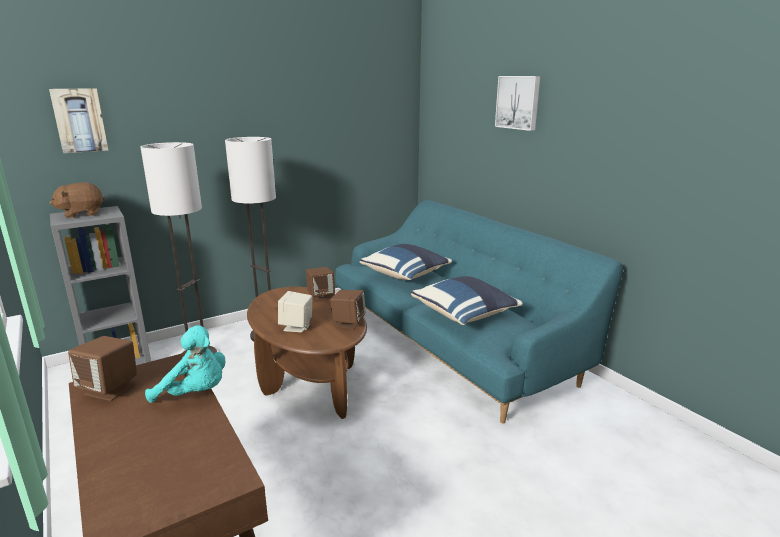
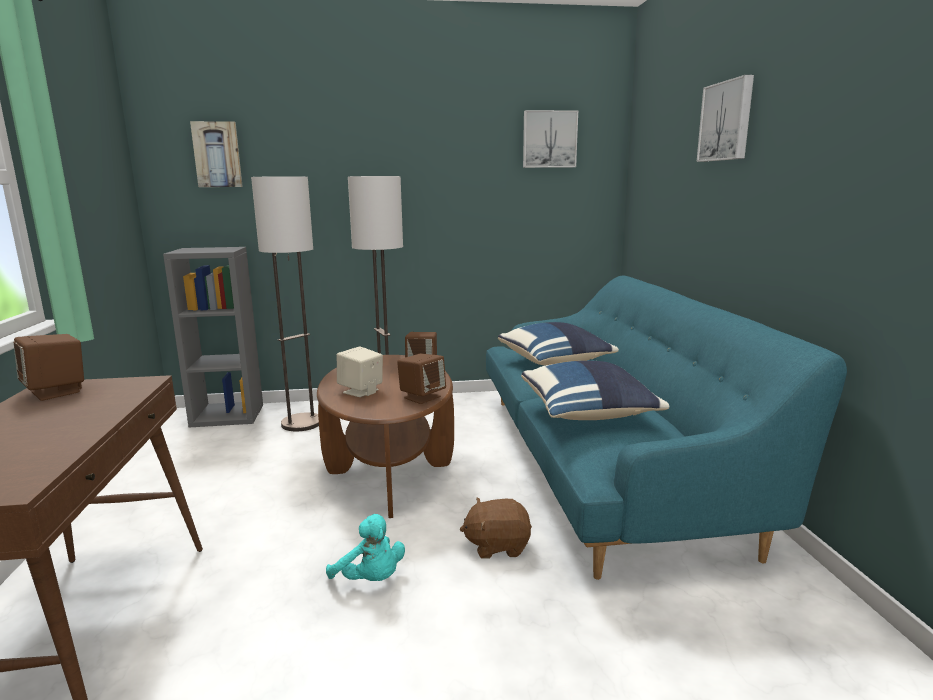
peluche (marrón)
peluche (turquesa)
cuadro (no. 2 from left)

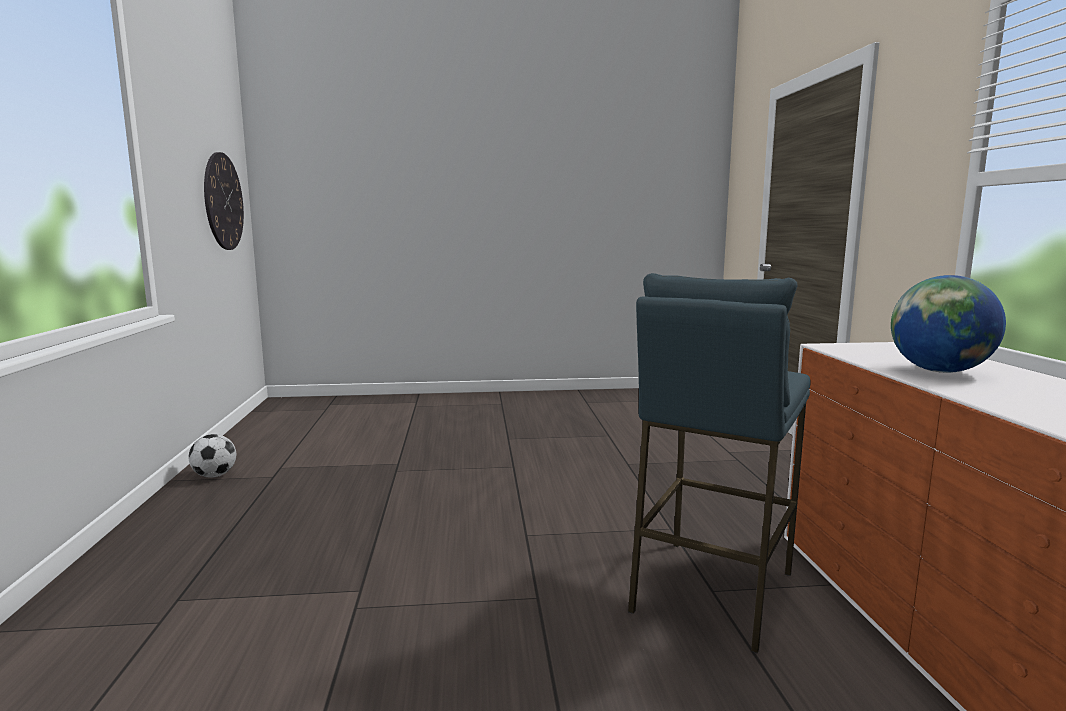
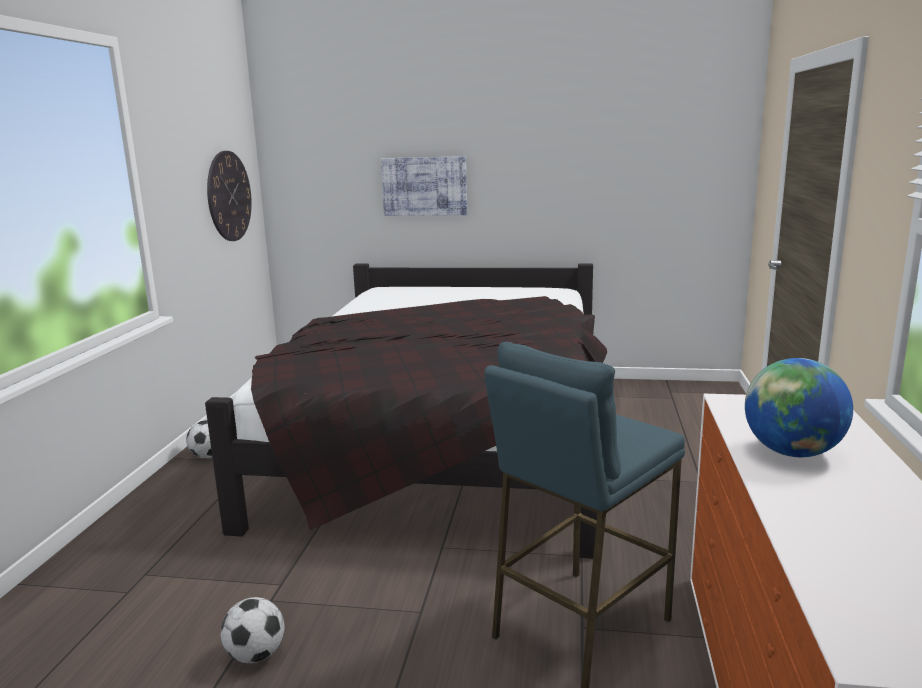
cama (negro)
balón de fútbol (no. 2 from left)
cuadro

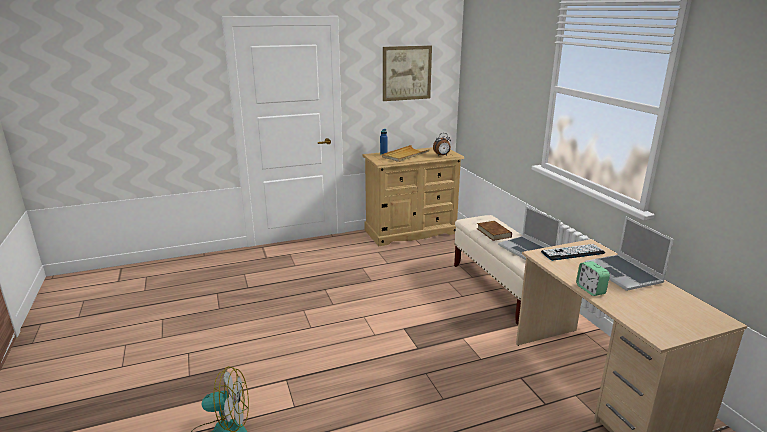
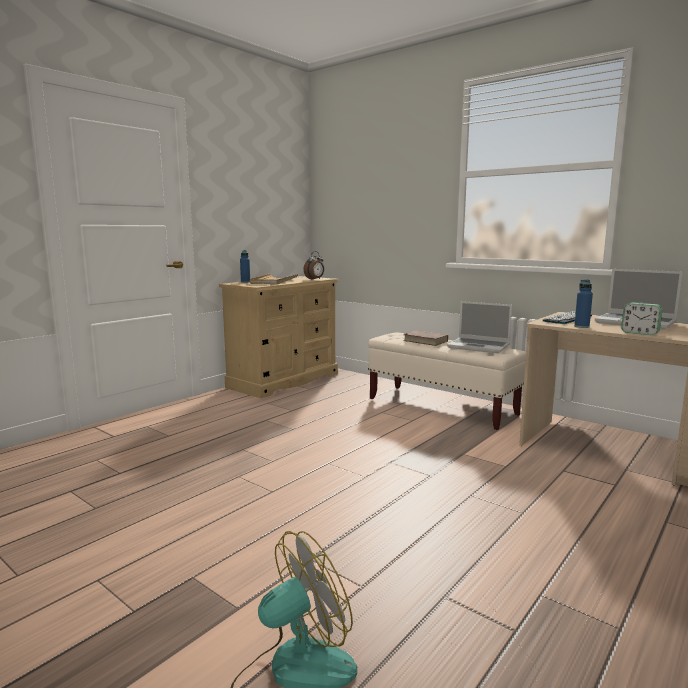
cuadro
botella (azul) (no. 2 from left)

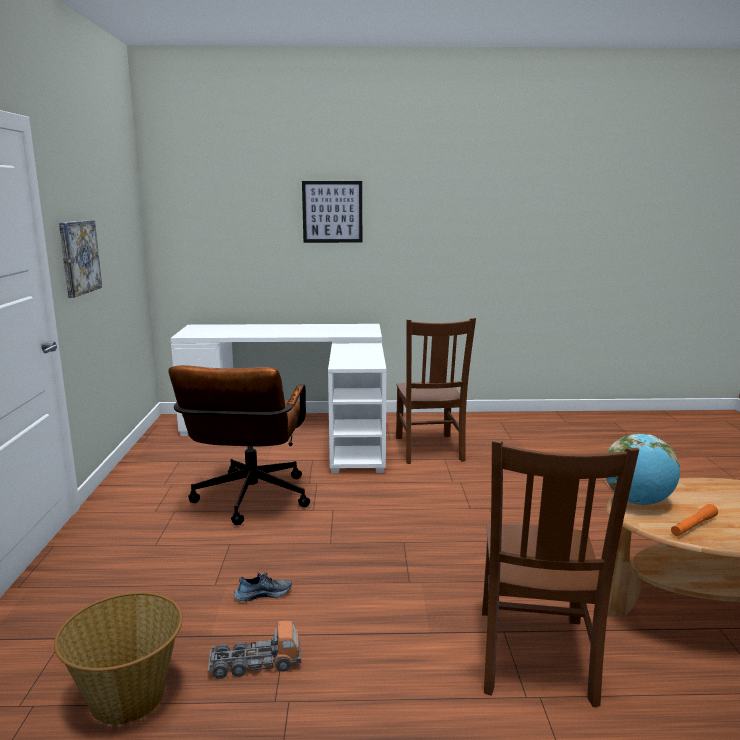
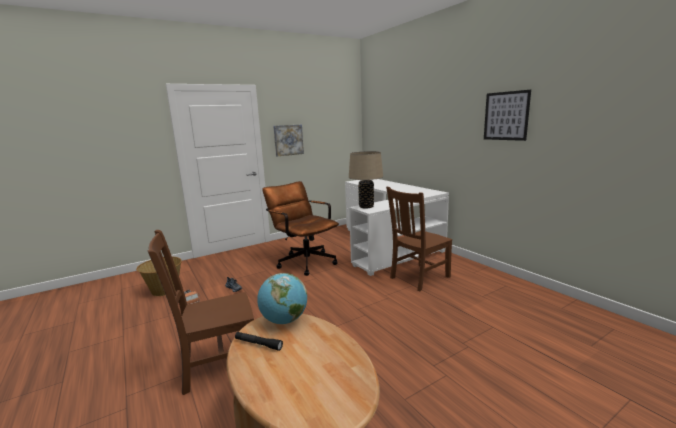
silla de oficina (marrón)
cuadro (no. 2 from left)
linterna (negro)
lámpara de mesa (beis)

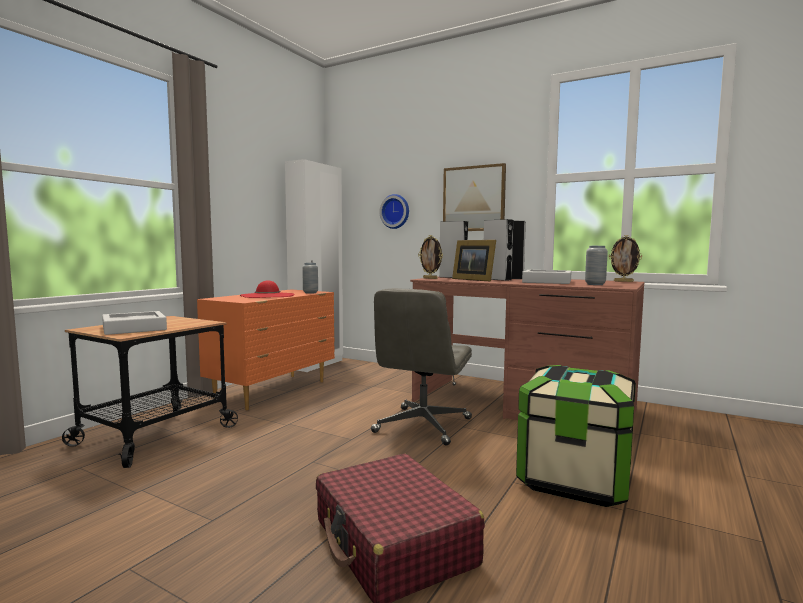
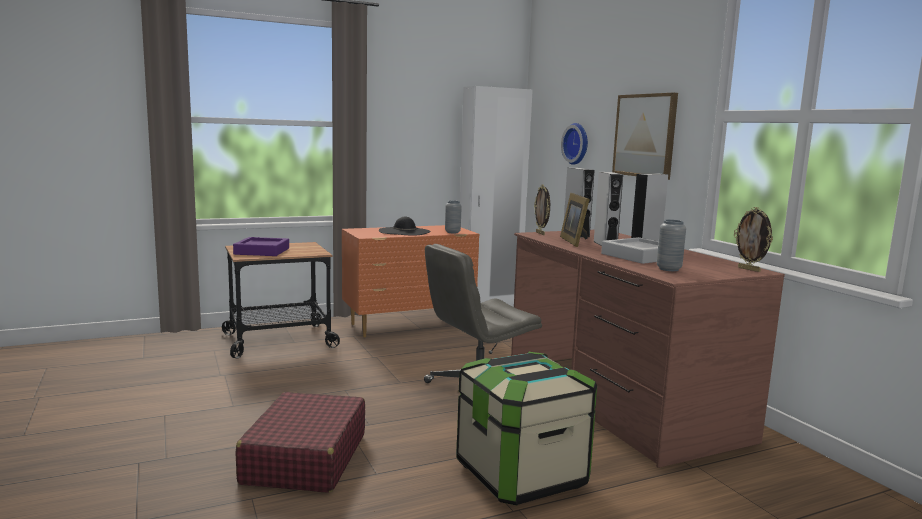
bandeja (morado)
sombrero (negro)

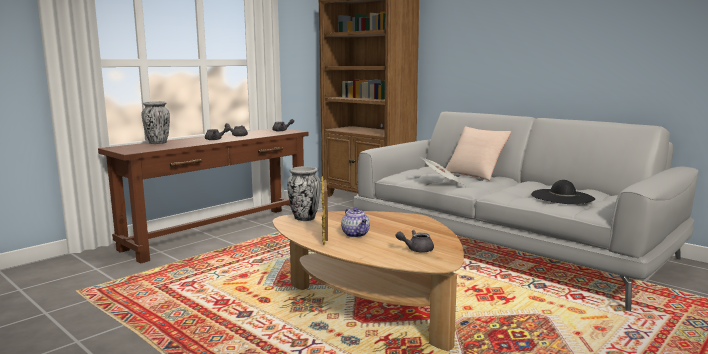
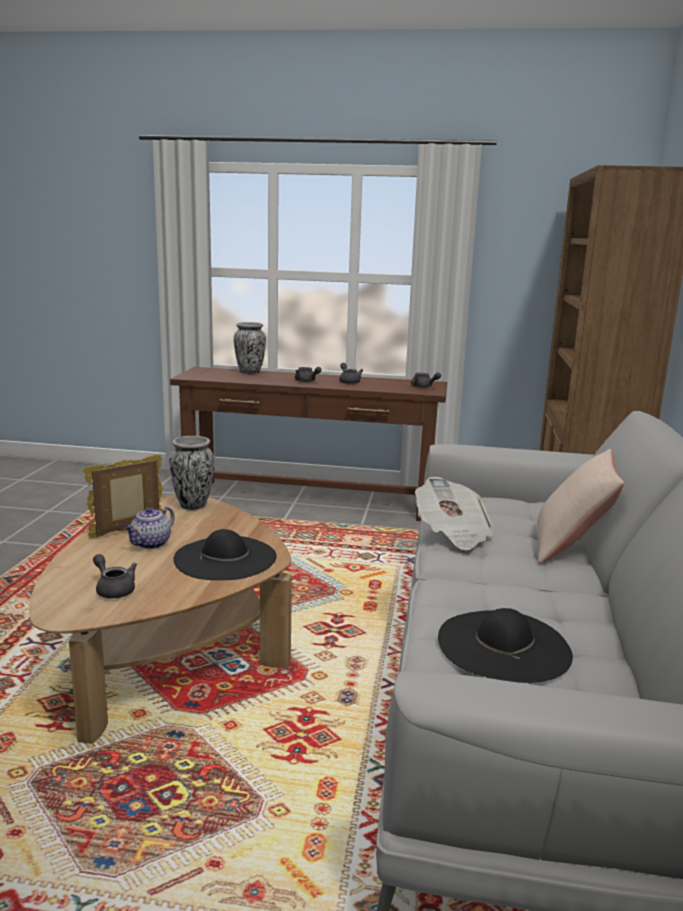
sombrero (negro) (no. 1 from left)

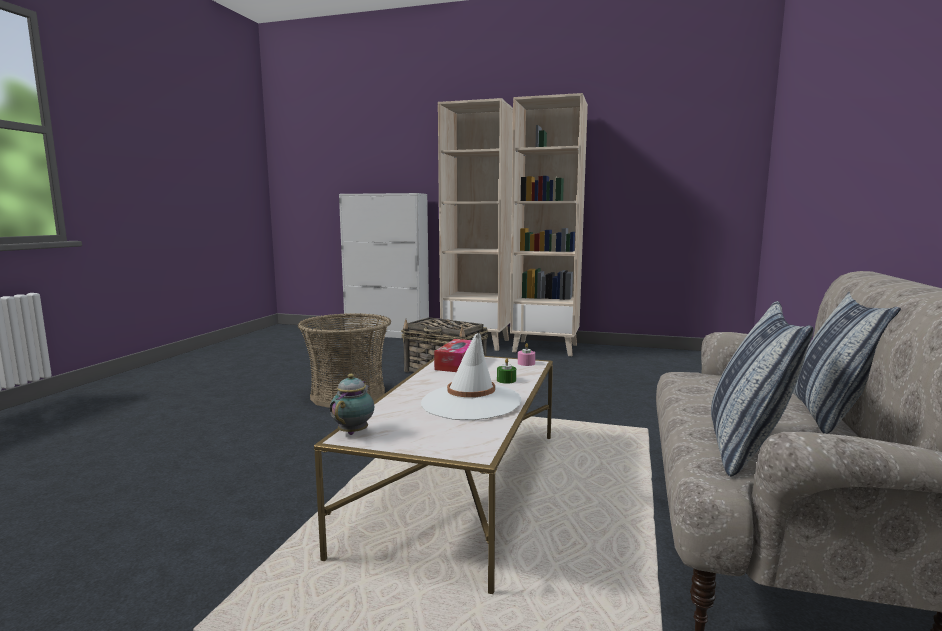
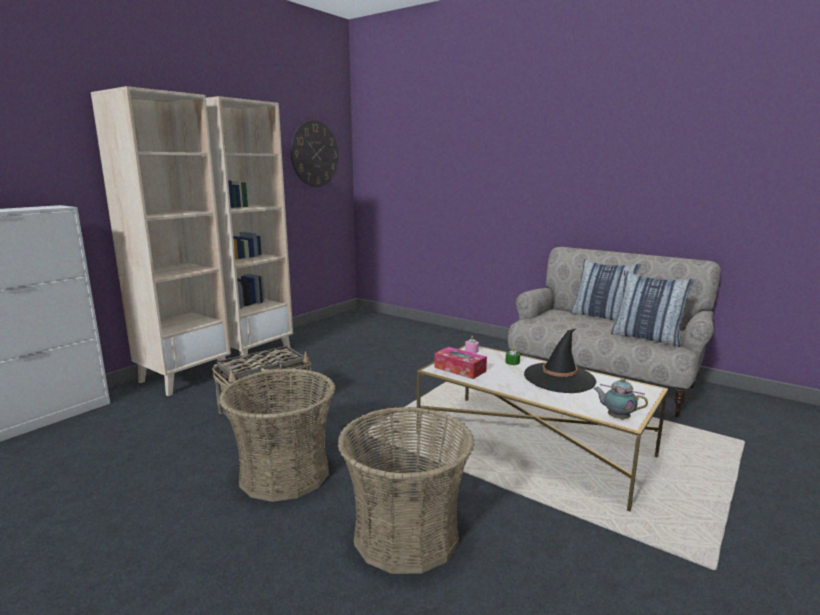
sombrero (negro)
reloj de pared
cesta (no. 3 from left)

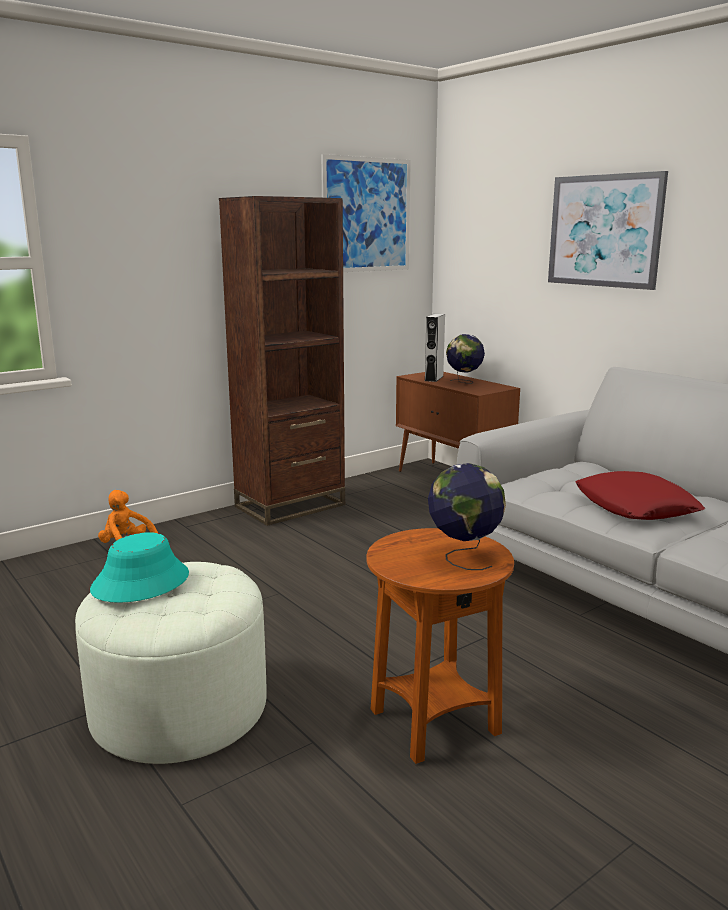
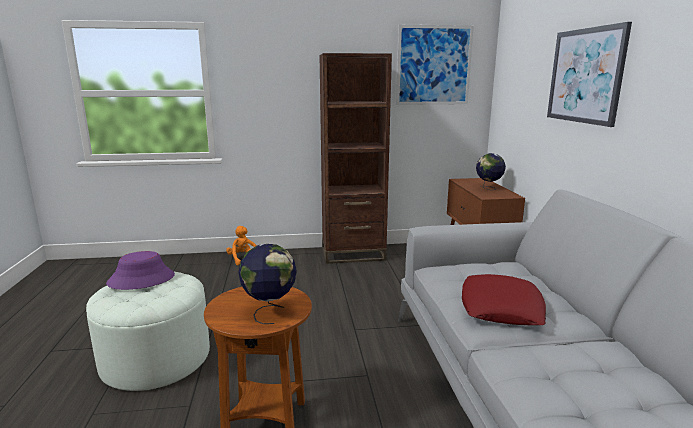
sombrero (morado)
altavoz (gris)

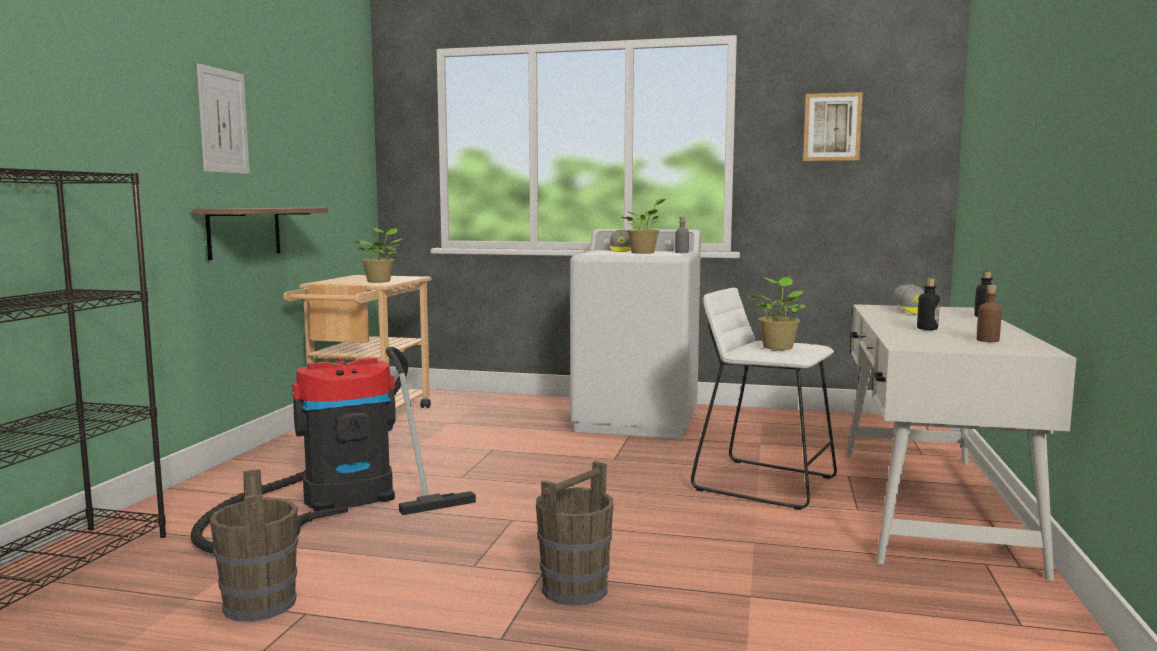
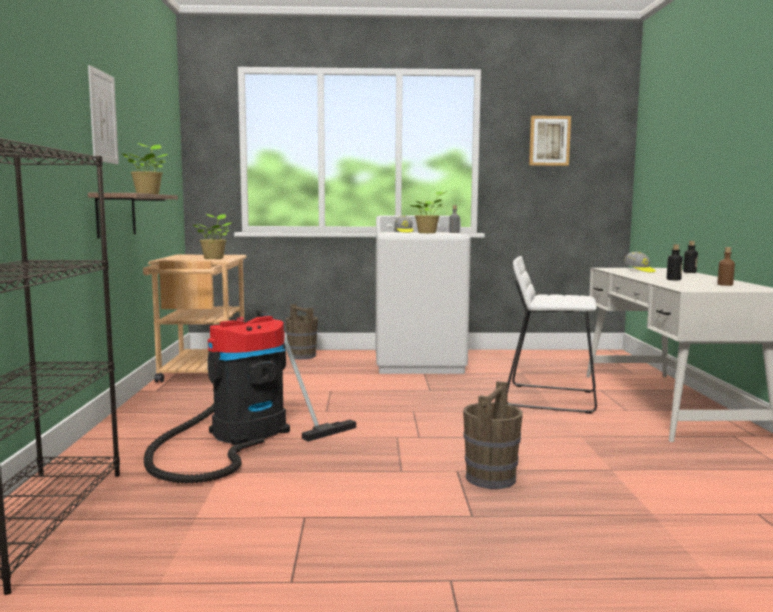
cubo (marrón) (no. 1 from left)
planta en maceta (no. 1 from left)

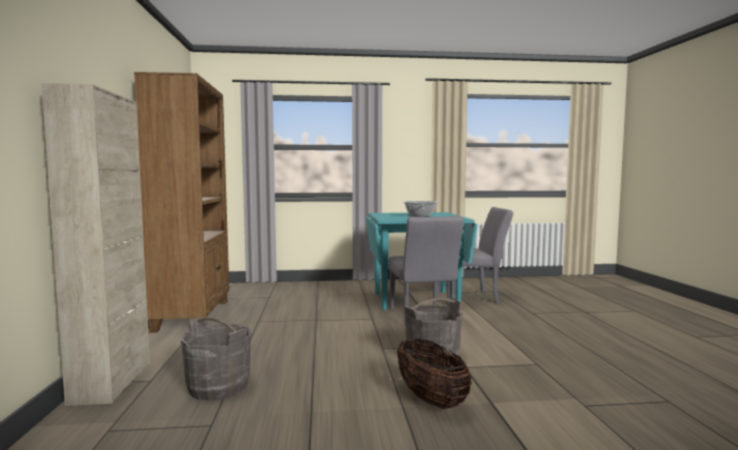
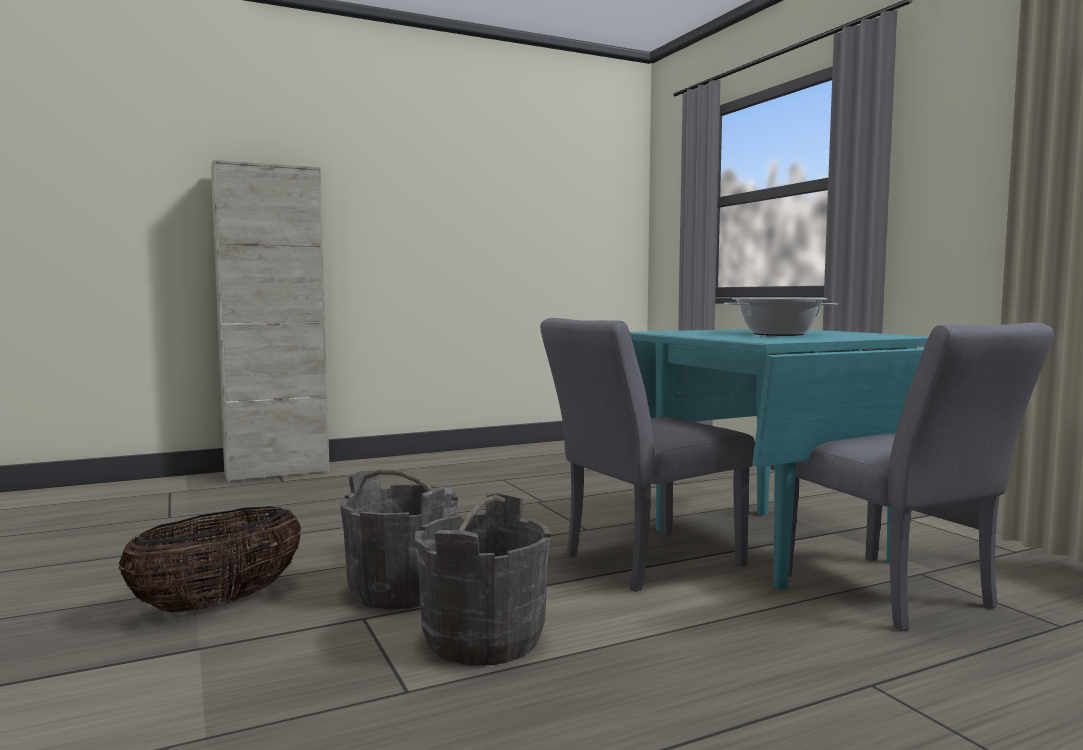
estantería (marrón)
cubo (gris) (no. 2 from left)

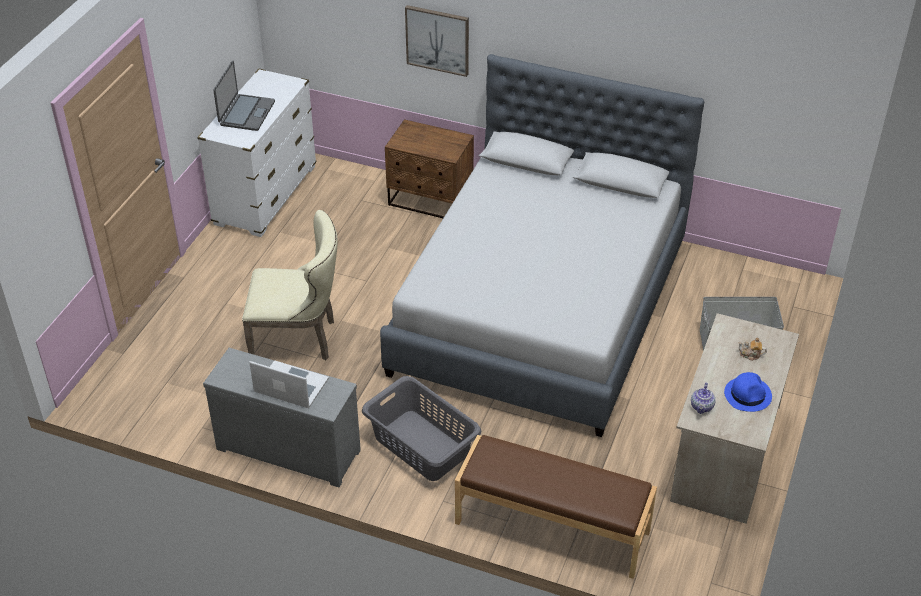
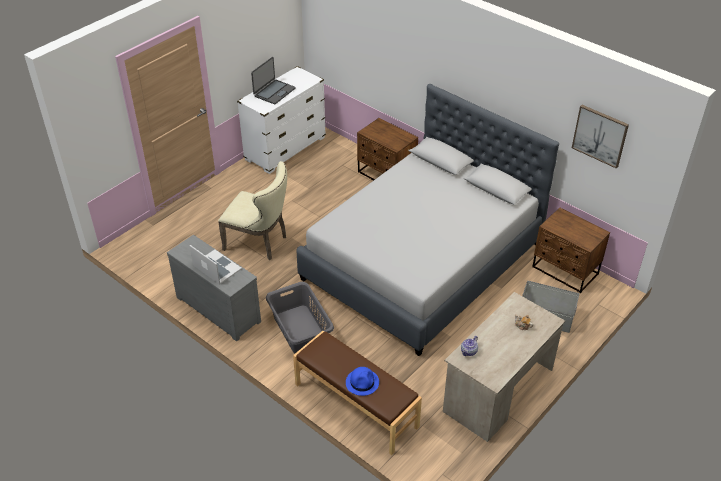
cuadro
sombrero (azul)
mesita de noche (marrón) (no. 2 from left)

